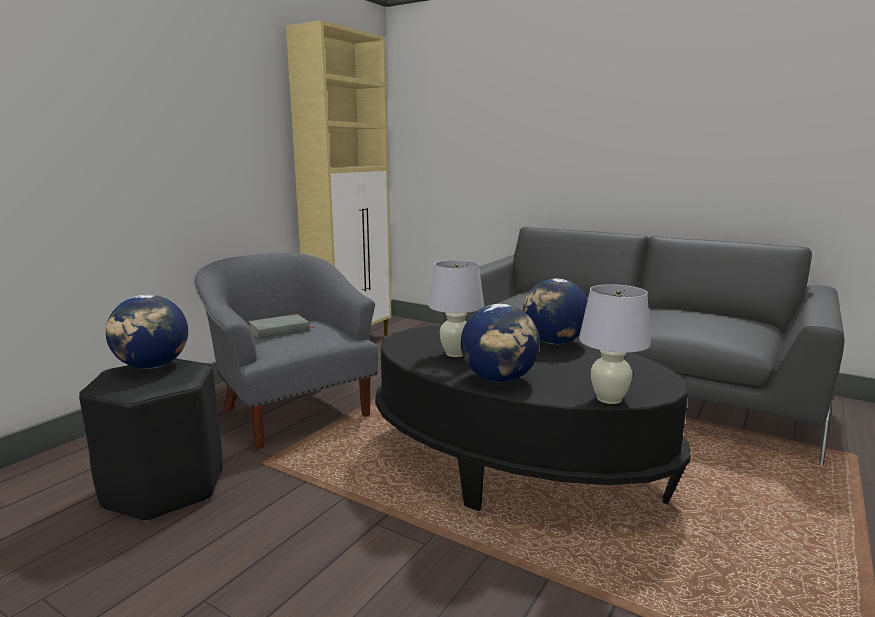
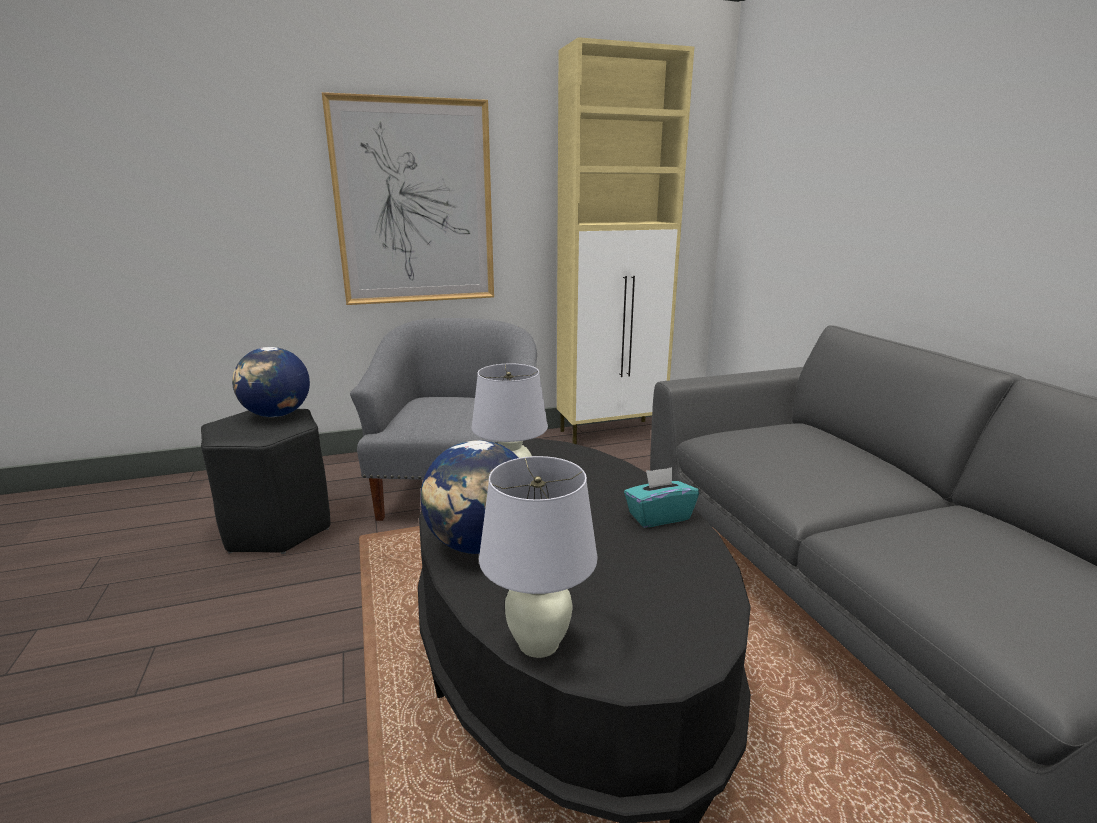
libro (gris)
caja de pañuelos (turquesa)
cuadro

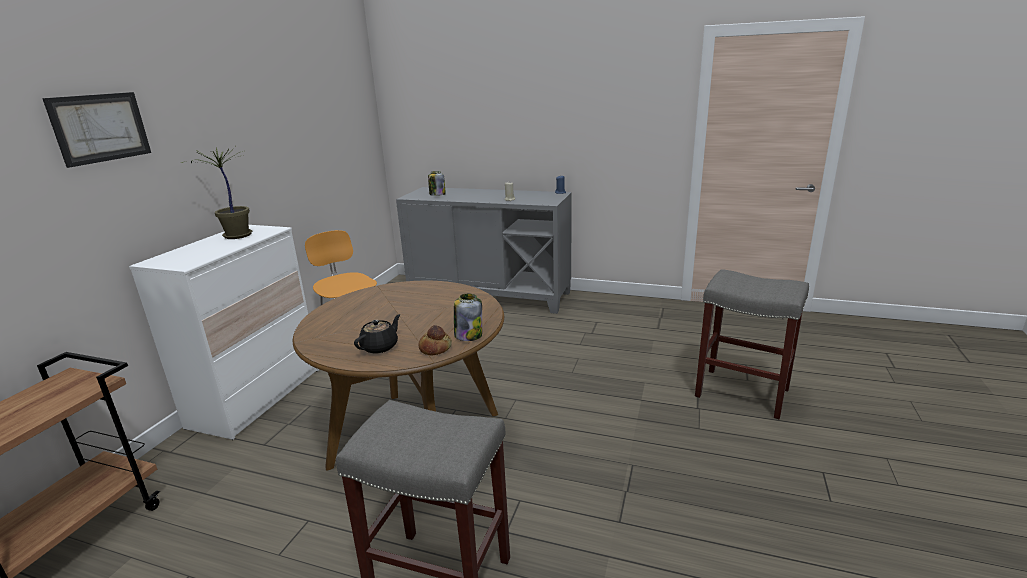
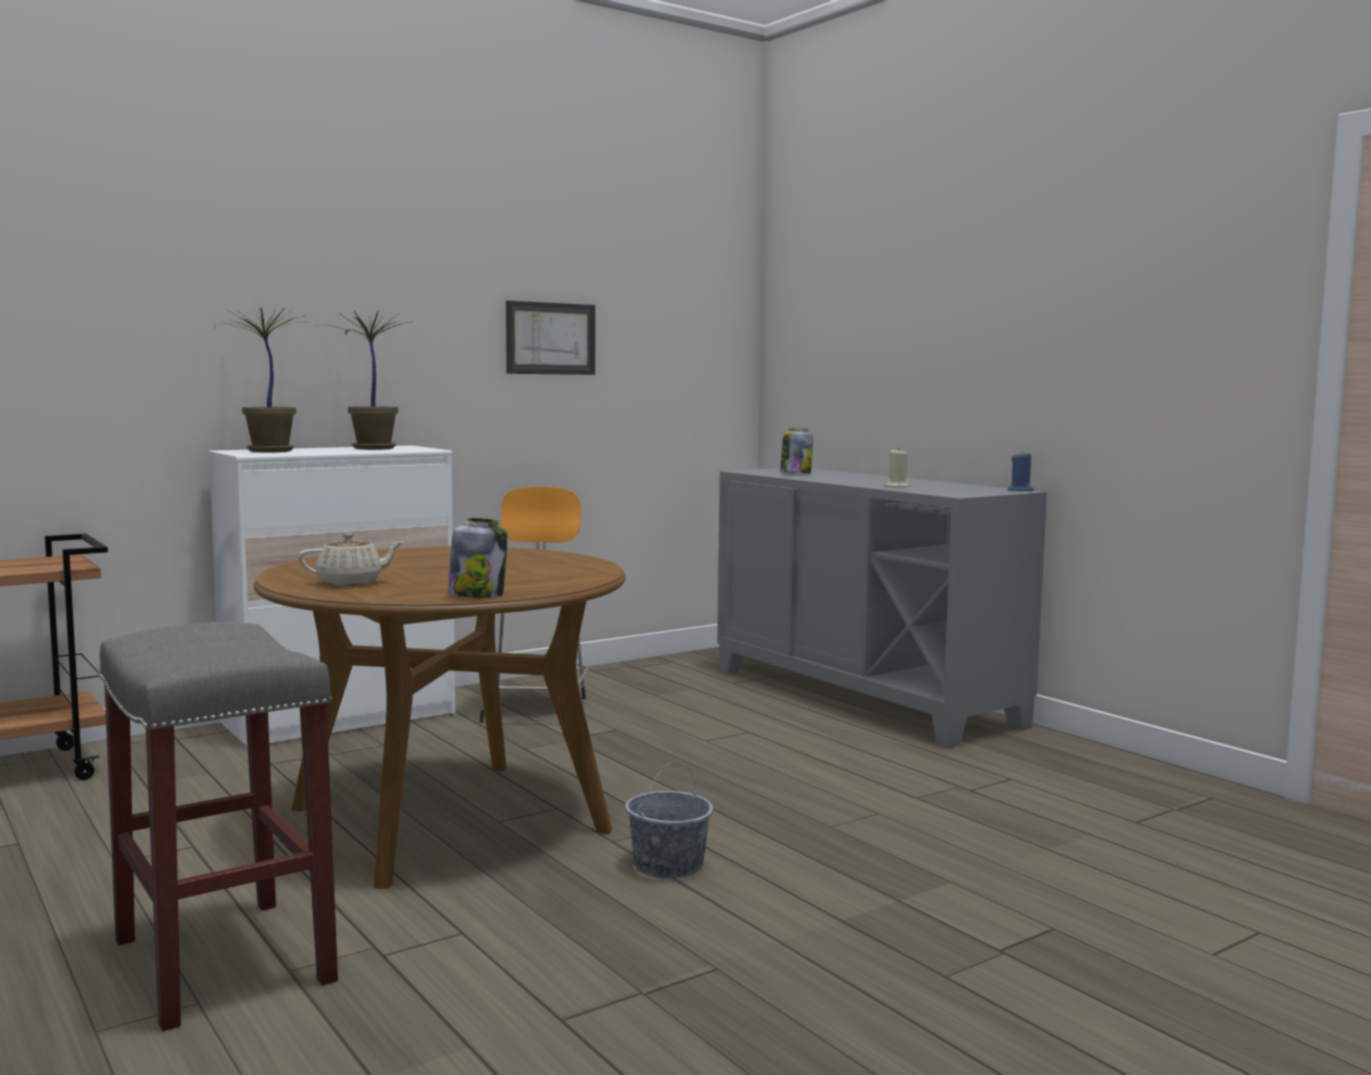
cuadro
tetera (beis)
pan
taburete (gris) (no. 2 from left in the first image)
planta en maceta (no. 1 from left)
cubo (gris)

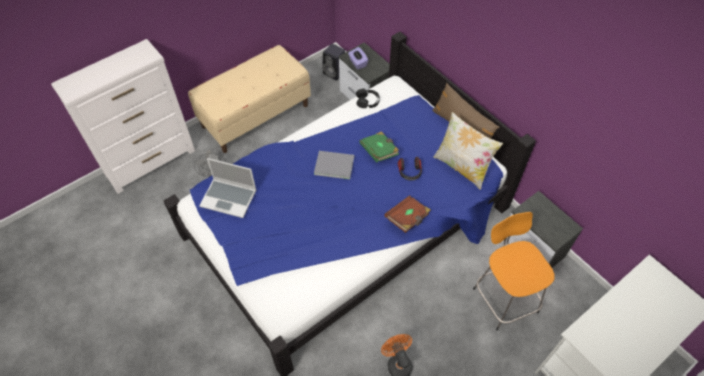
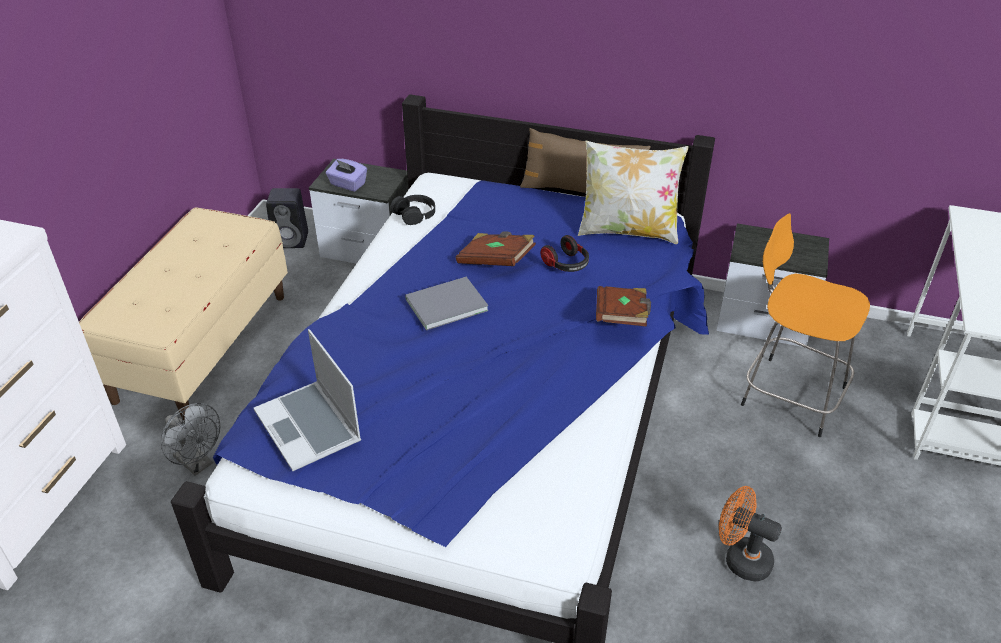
portátil
libro (marrón) (no. 1 from left)

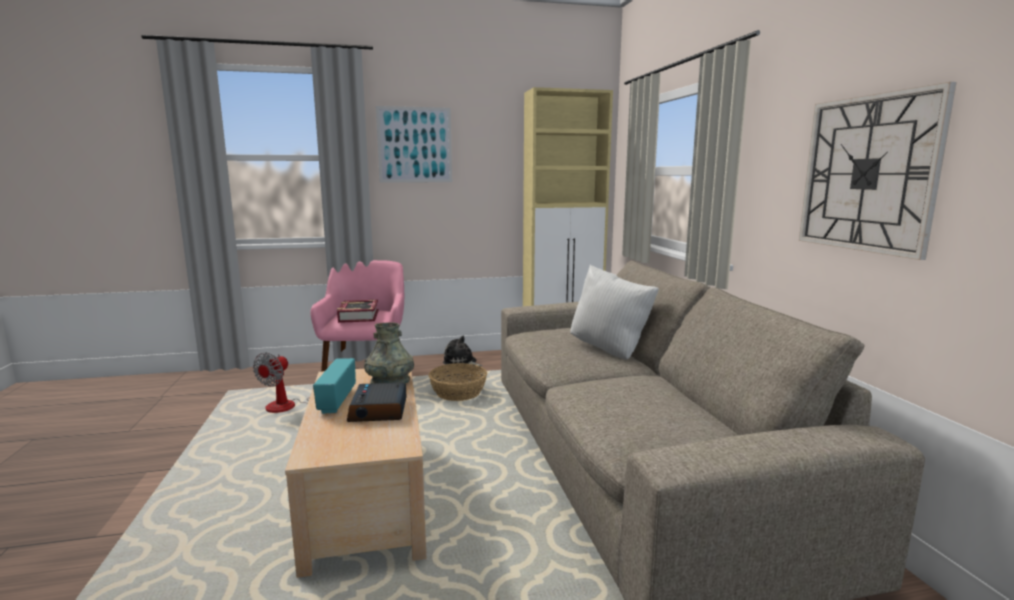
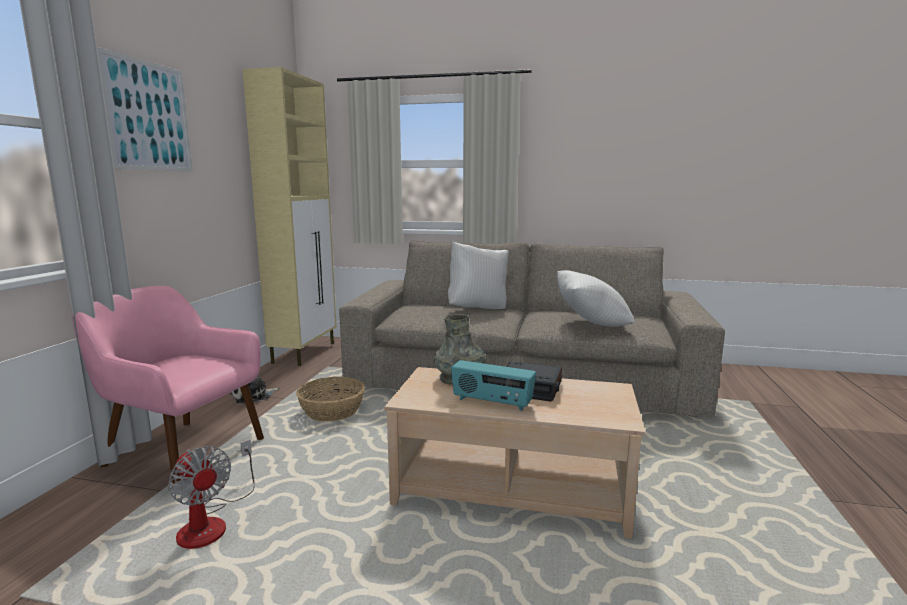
libro
reloj de pared
cojín (blanco) (no. 2 from left)

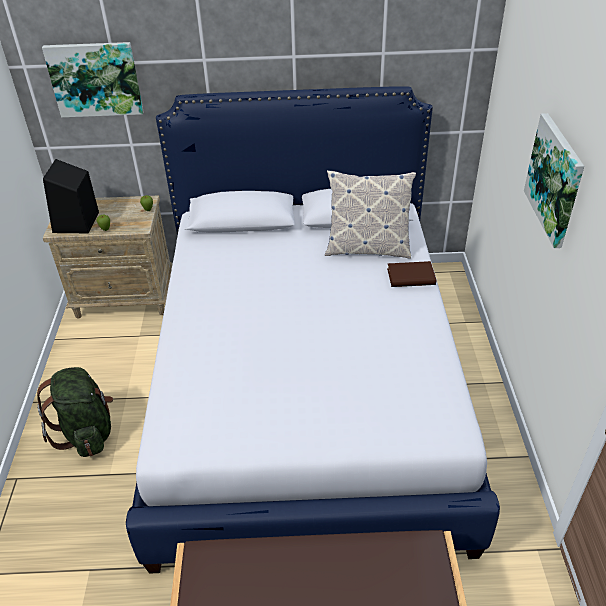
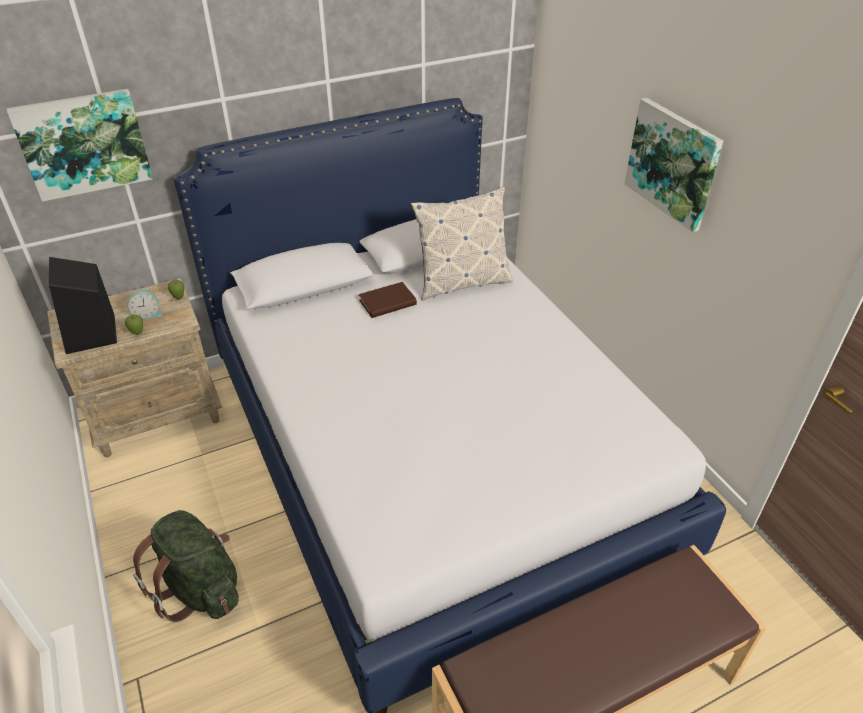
libro (marrón)
despertador

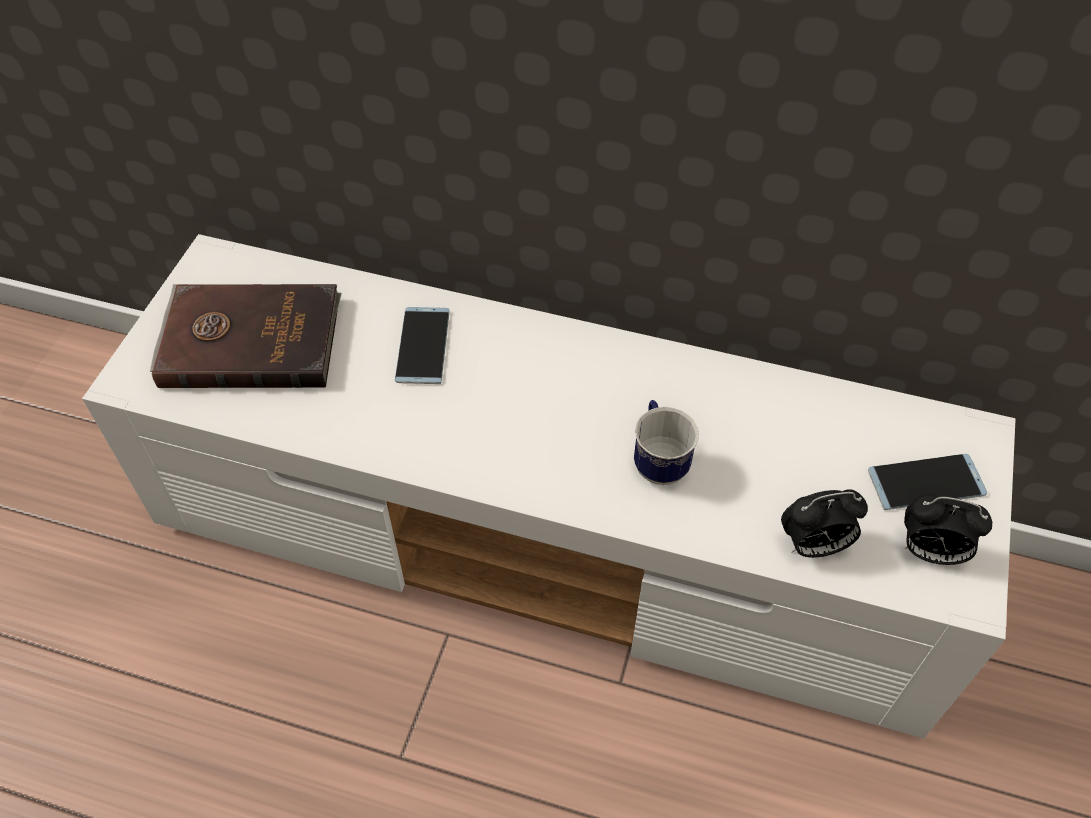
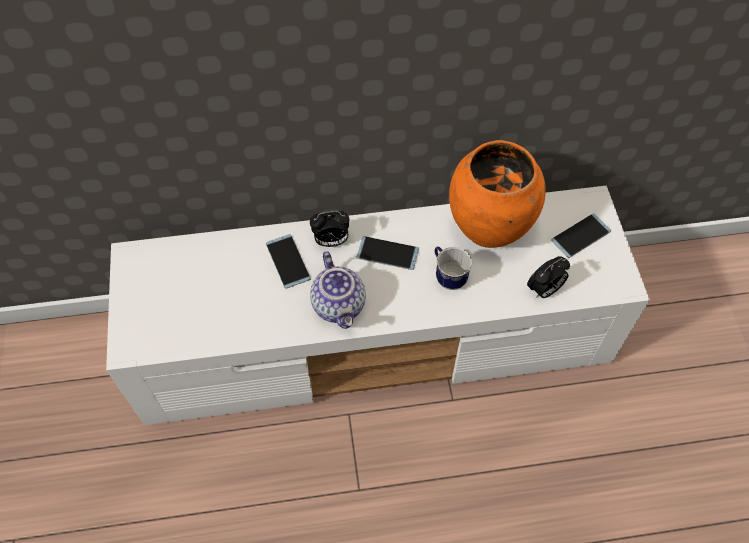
libro (marrón)
despertador (no. 1 from left)
tetera
móvil (no. 2 from left)
florero (naranja)

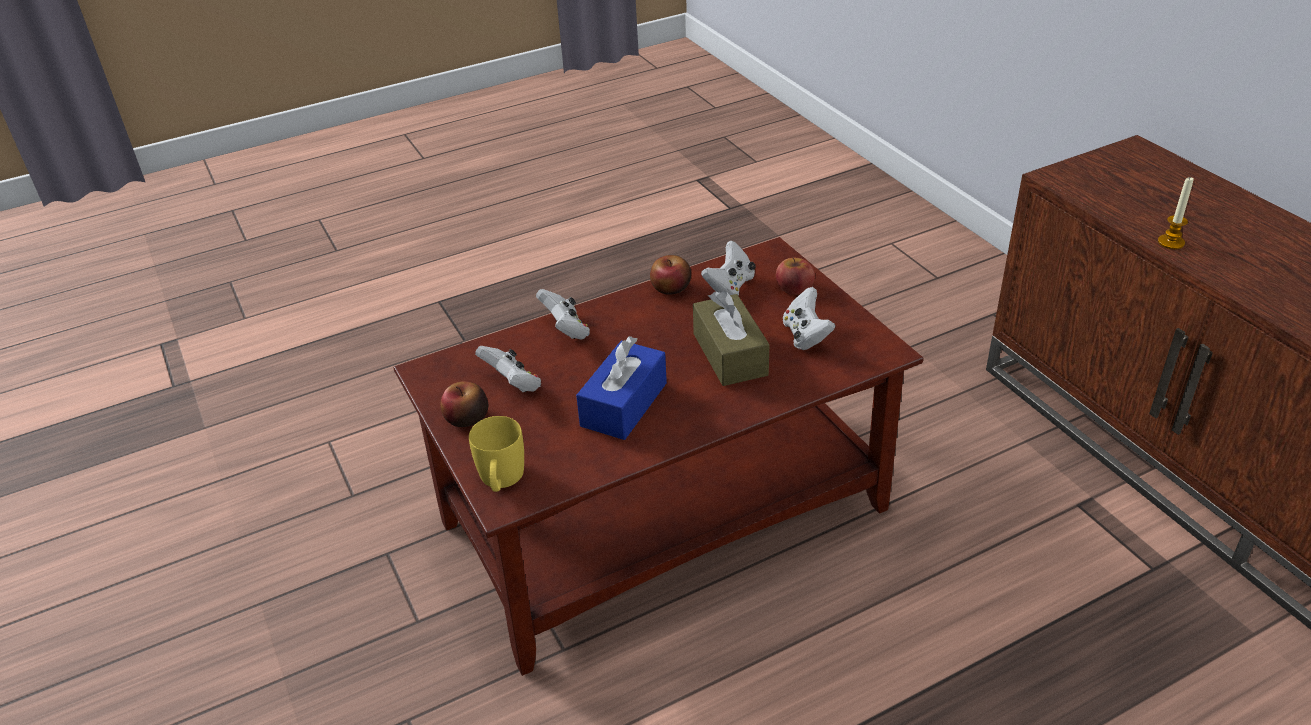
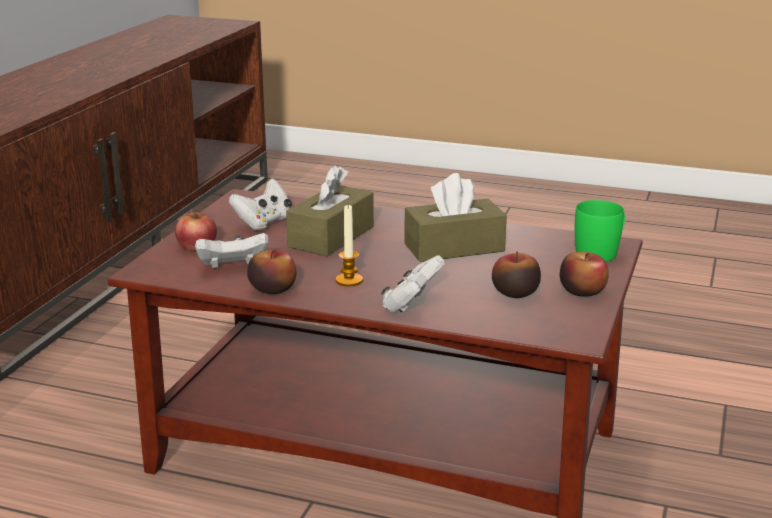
taza grande (verde)
manzana (no. 3 from left)
caja de pañuelos (marrón) (no. 2 from left)
vela

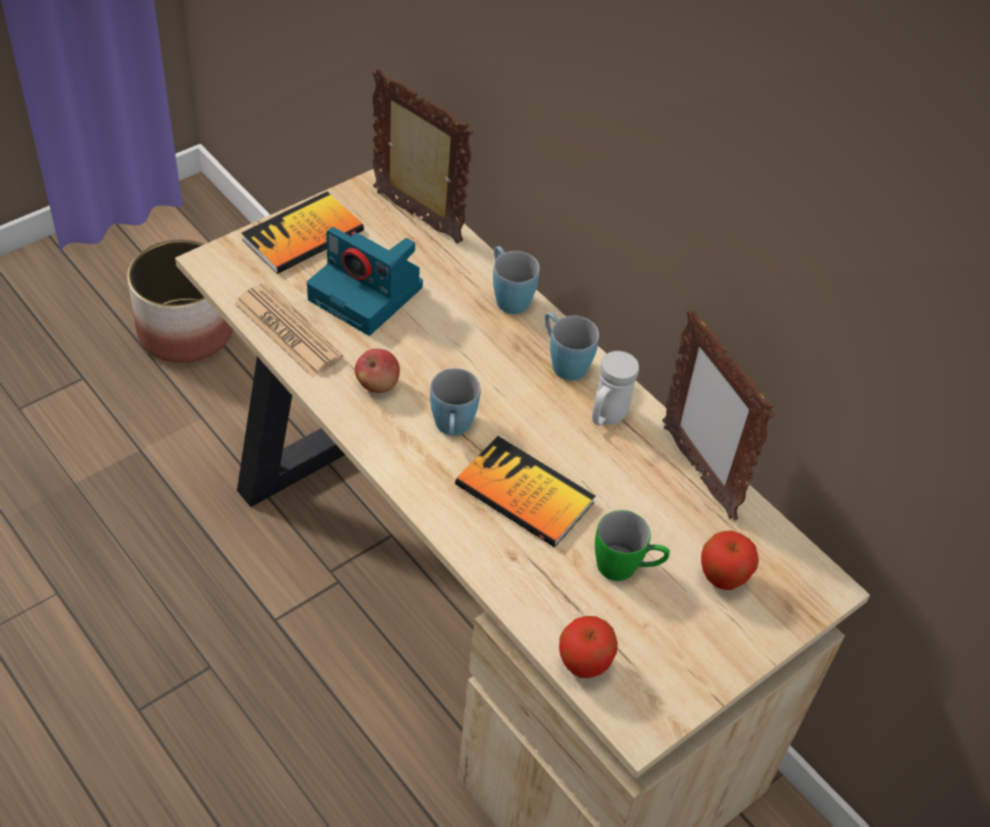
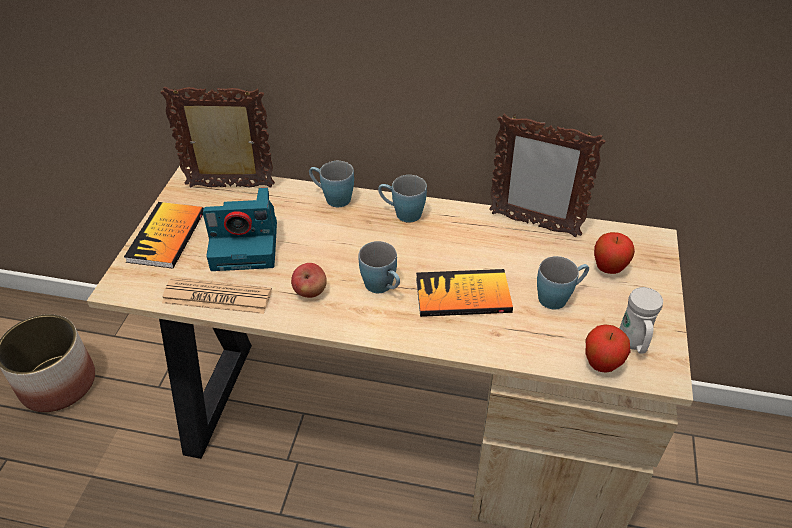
taza grande (blanco)
taza grande (azul) (no. 4 from left)

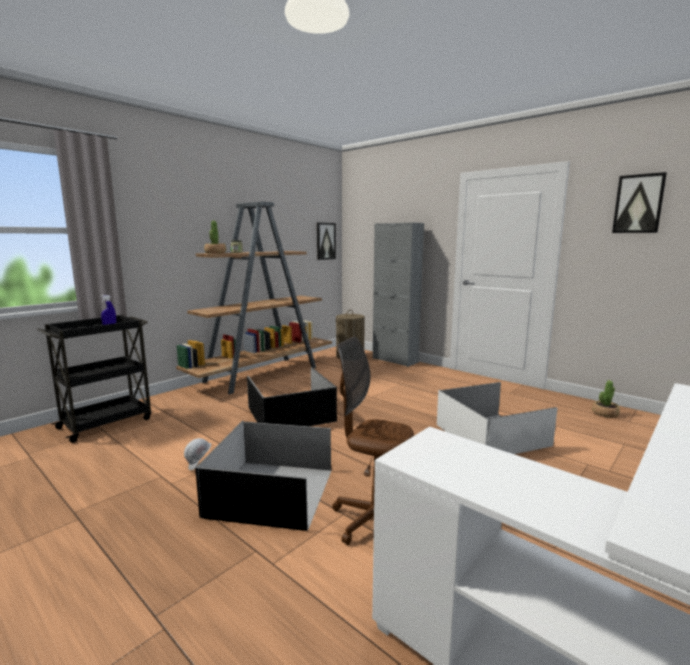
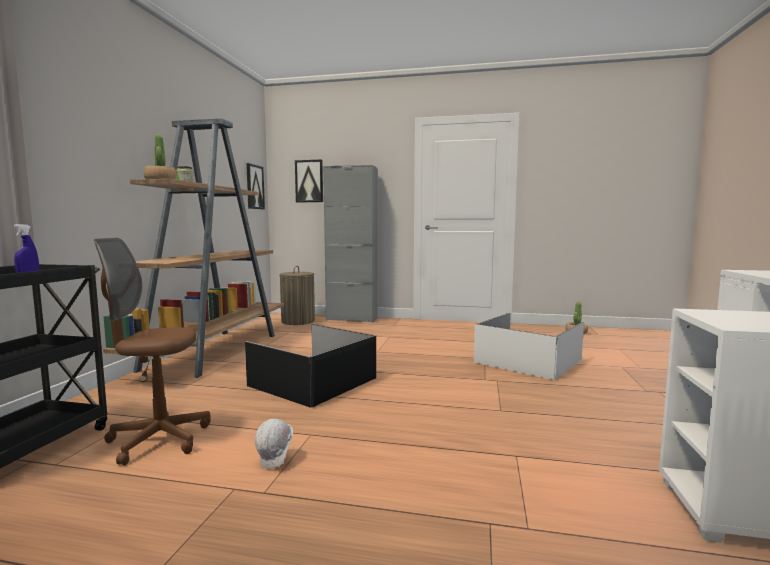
caja de almacenaje (negro) (no. 1 from left in the first image)
silla de oficina (marrón)
cuadro (no. 2 from left)

